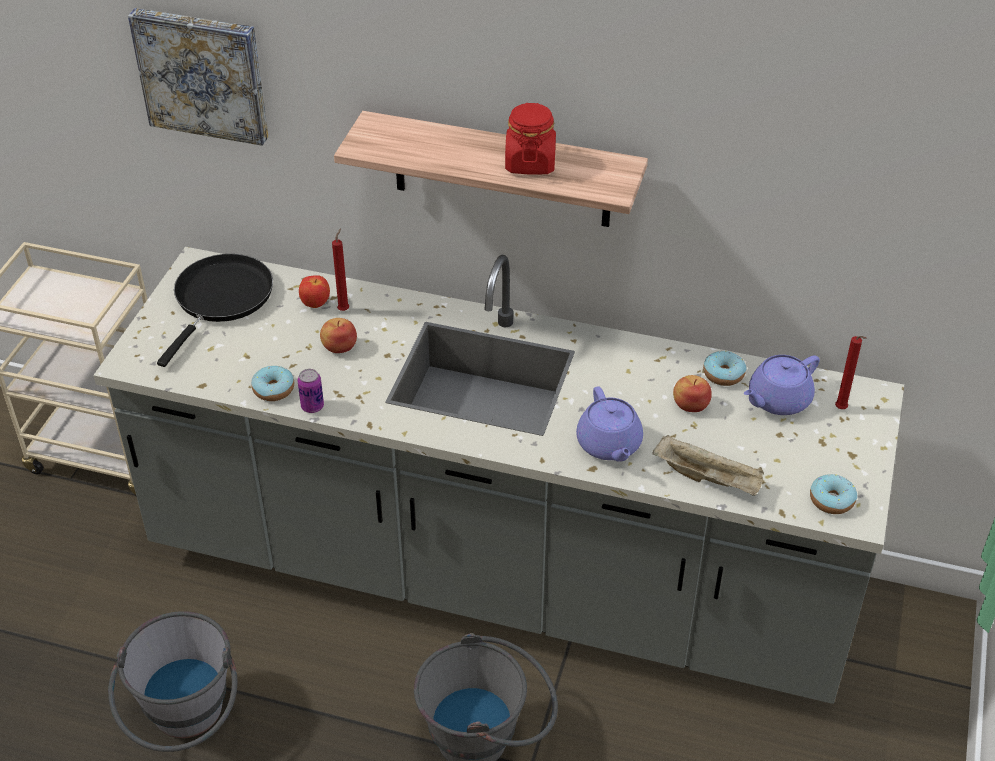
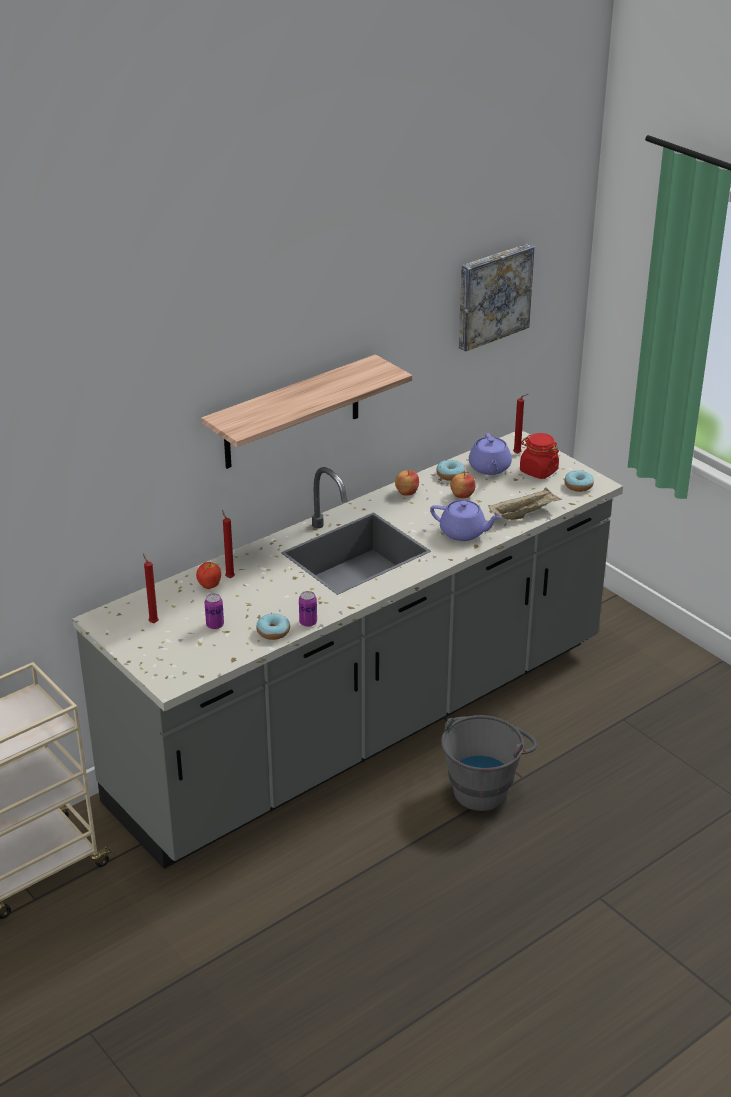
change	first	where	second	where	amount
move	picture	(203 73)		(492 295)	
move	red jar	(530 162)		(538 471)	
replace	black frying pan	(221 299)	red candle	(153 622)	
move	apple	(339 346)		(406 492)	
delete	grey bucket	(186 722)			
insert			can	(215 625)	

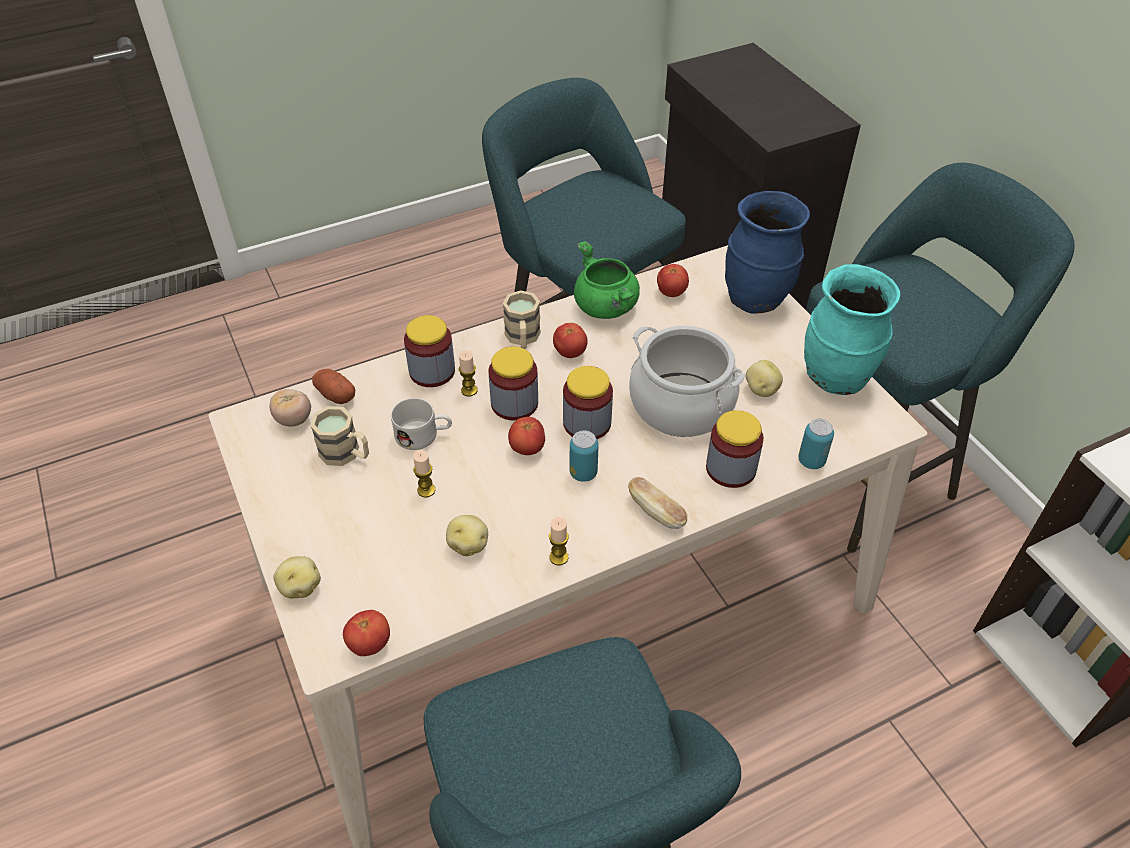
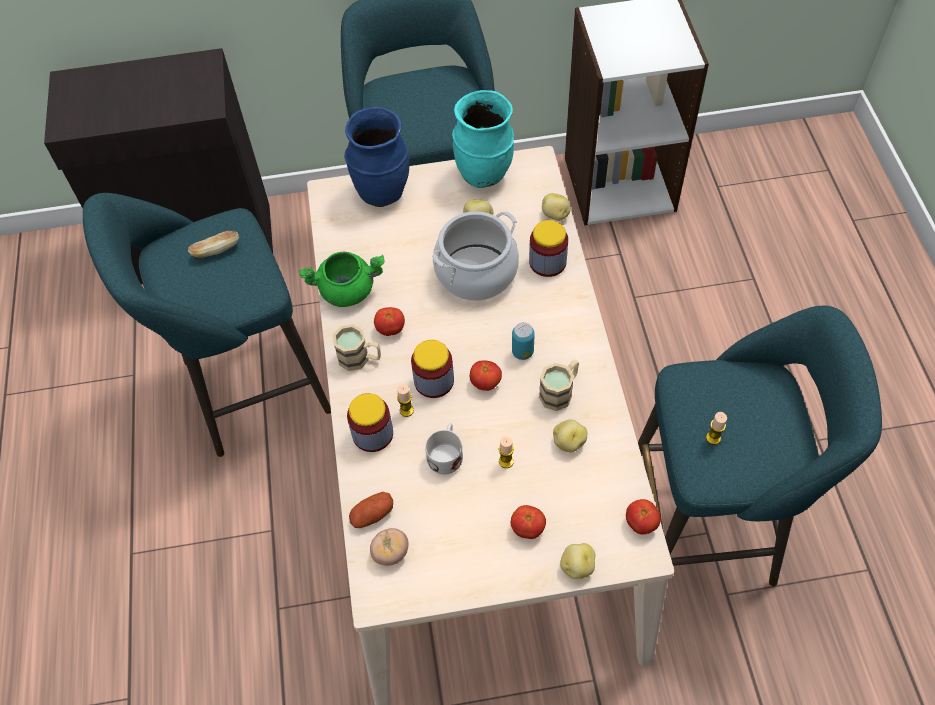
change	first	where	second	where	amount
move	tomato	(671 292)		(528 528)	
delete	jar	(587 423)			
move	beige mug	(346 454)		(560 391)	
replace	can	(811 461)	potato	(555 215)	
move	bread	(656 512)		(216 250)	
move	candle	(558 557)		(713 438)	

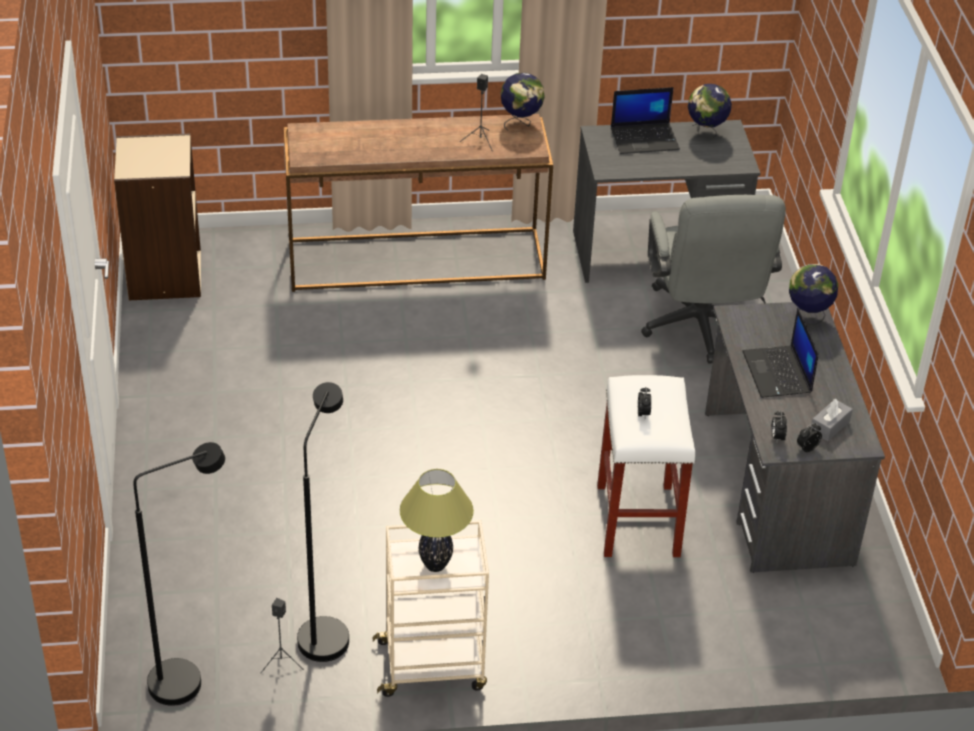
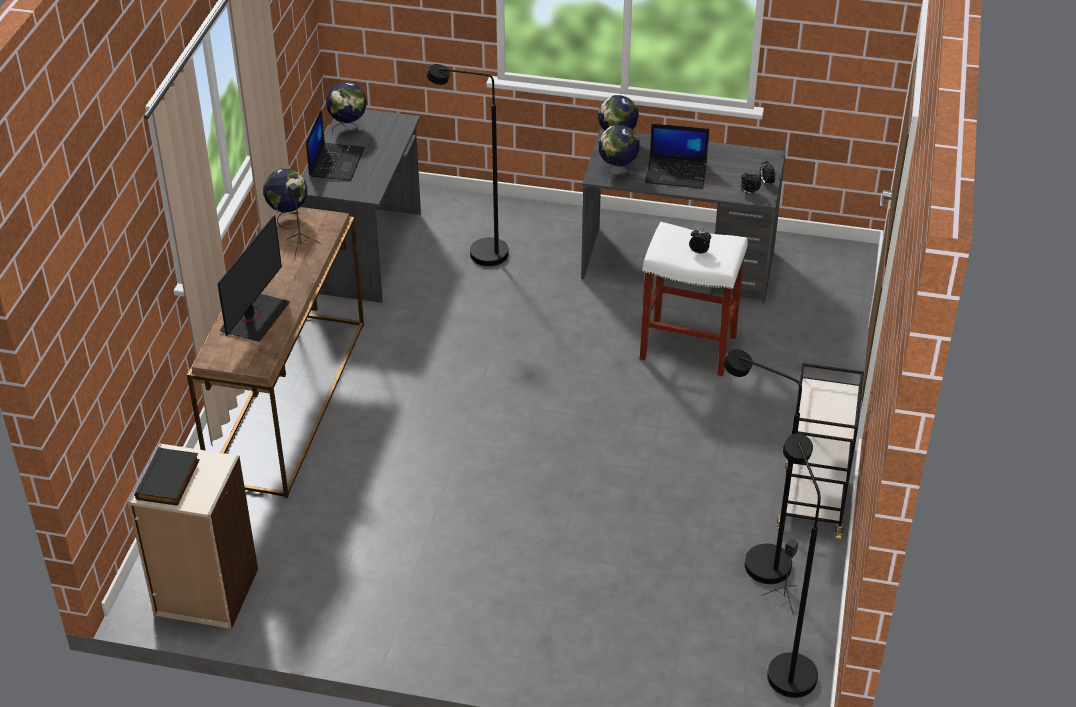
change	first	where	second	where	amount
replace	grey office chair	(701 329)	black floor lamp	(477 253)	
delete	grey tissue box	(830 426)			
delete	table lamp	(435 565)			
recolor	beige cart	(433 665)	black cart	(812 502)	
insert			globe	(618 172)	
insert			monitor	(254 317)	
insert			black book	(169 480)	

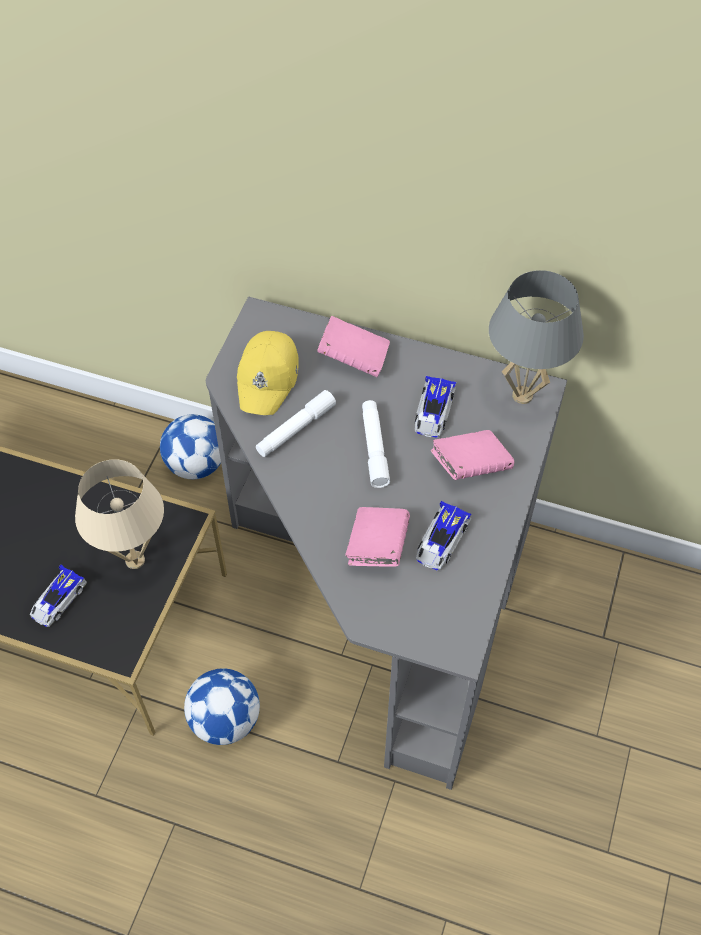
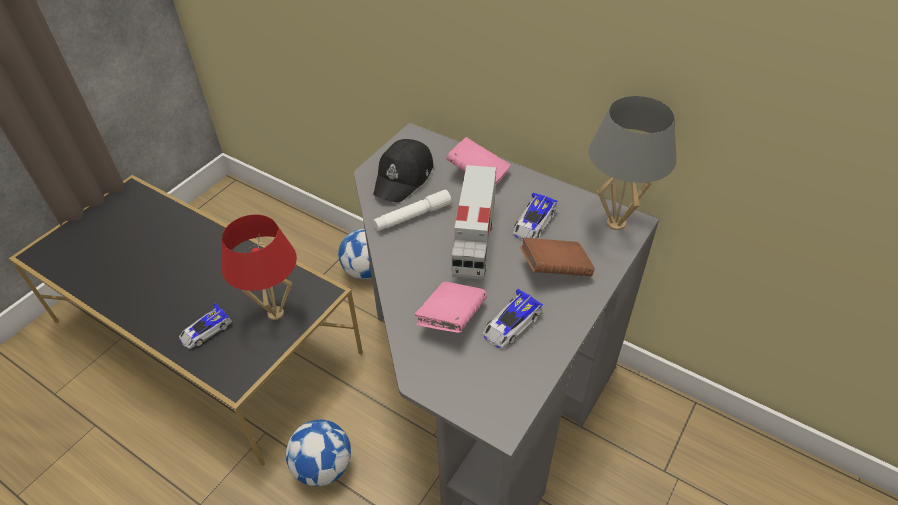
change	first	where	second	where	amount
recolor	yellow cap	(268 378)	black cap	(404 177)	
replace	white flashlight	(374 448)	toy truck	(474 241)	
recolor	pink book	(470 465)	brown book	(555 269)	
recolor	beige table lamp	(135 560)	red table lamp	(276 313)	

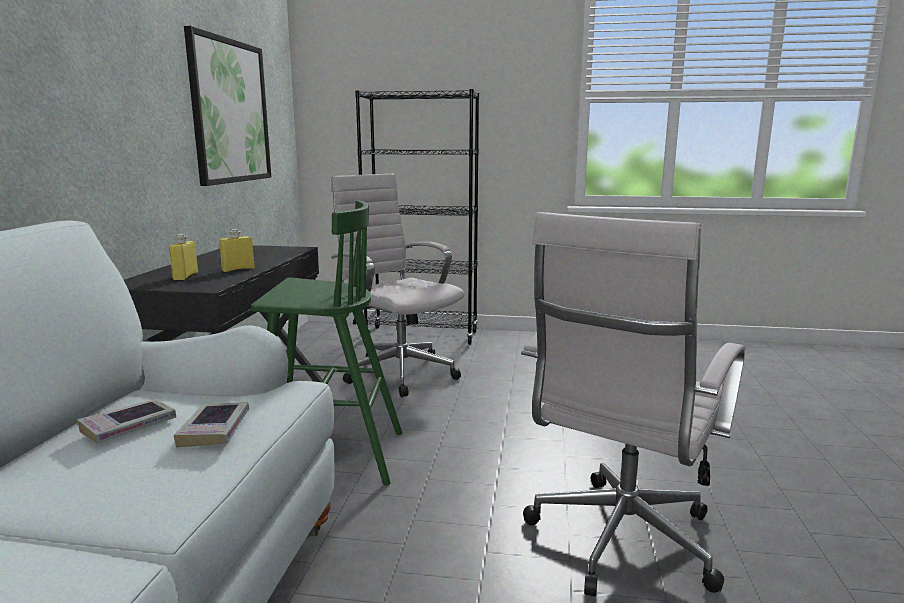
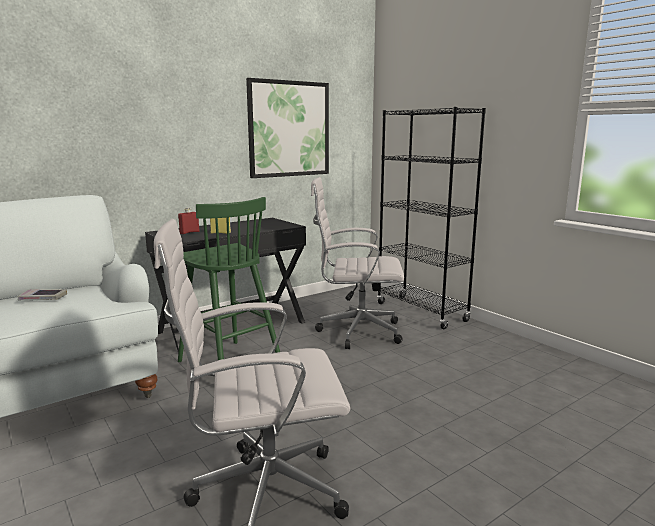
change	first	where	second	where	amount
rotate	white office chair	(398 372)		(356 332)	90 degrees counterclockwise
recolor	yellow bottle	(185 276)	red bottle	(189 232)	
delete	book	(214 429)			

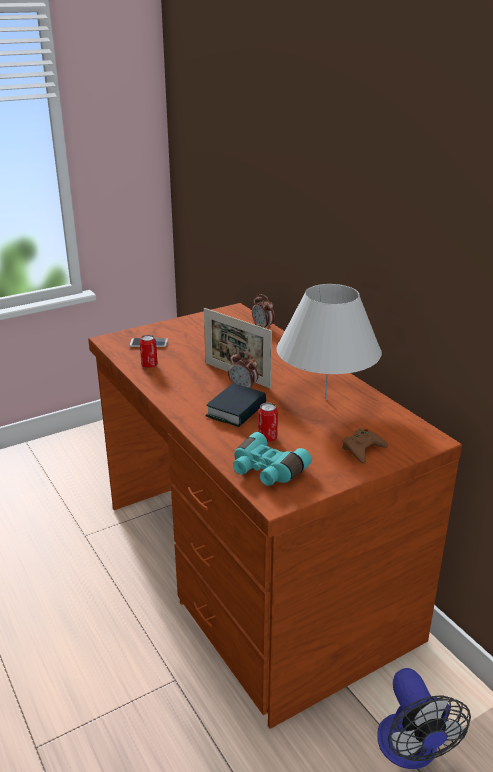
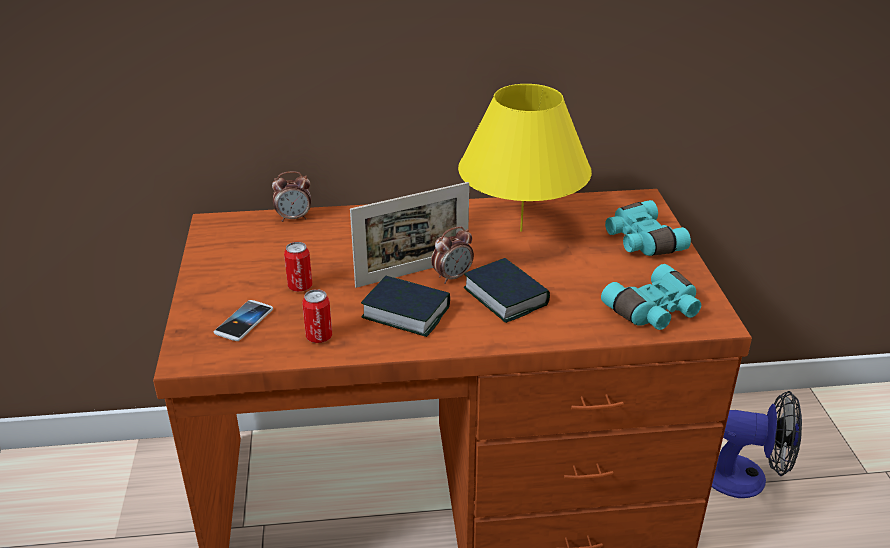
change	first	where	second	where	amount
recolor	white table lamp	(325 399)	yellow table lamp	(521 230)	
move	can	(267 438)		(300 286)	
replace	brown game controller	(362 449)	turquoise binoculars	(641 241)	
insert			book	(406 312)	

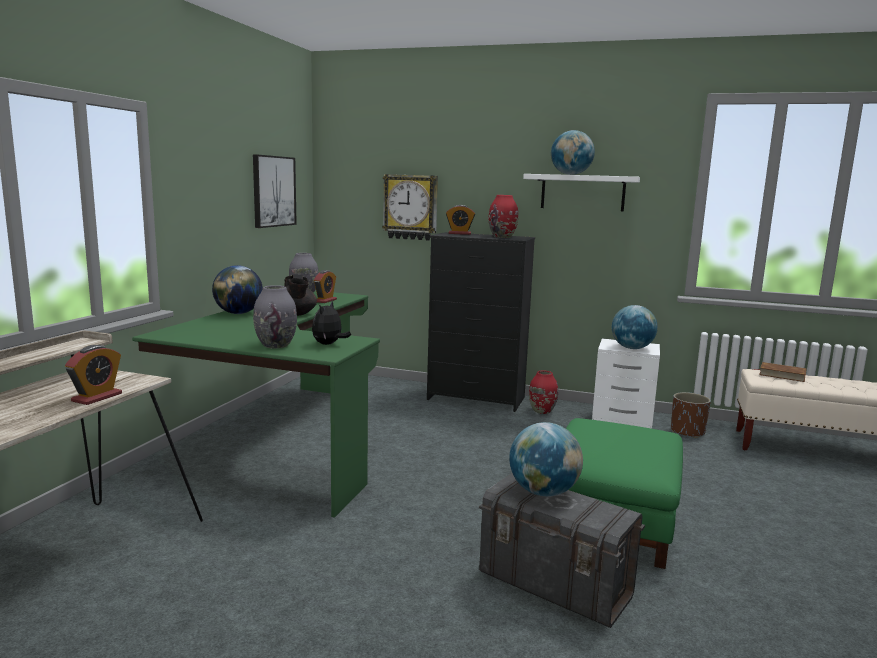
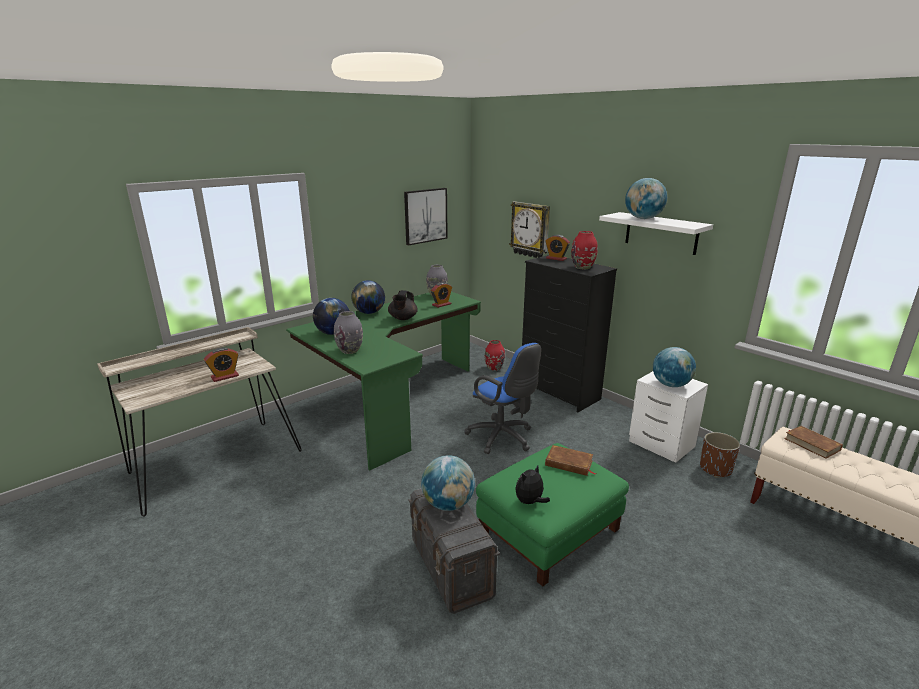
change	first	where	second	where	amount
move	plush toy	(329 344)		(530 502)	
move	red vase	(541 411)		(494 368)	
insert			globe	(333 333)	
insert			blue office chair	(503 438)	
insert			brown book	(569 463)	

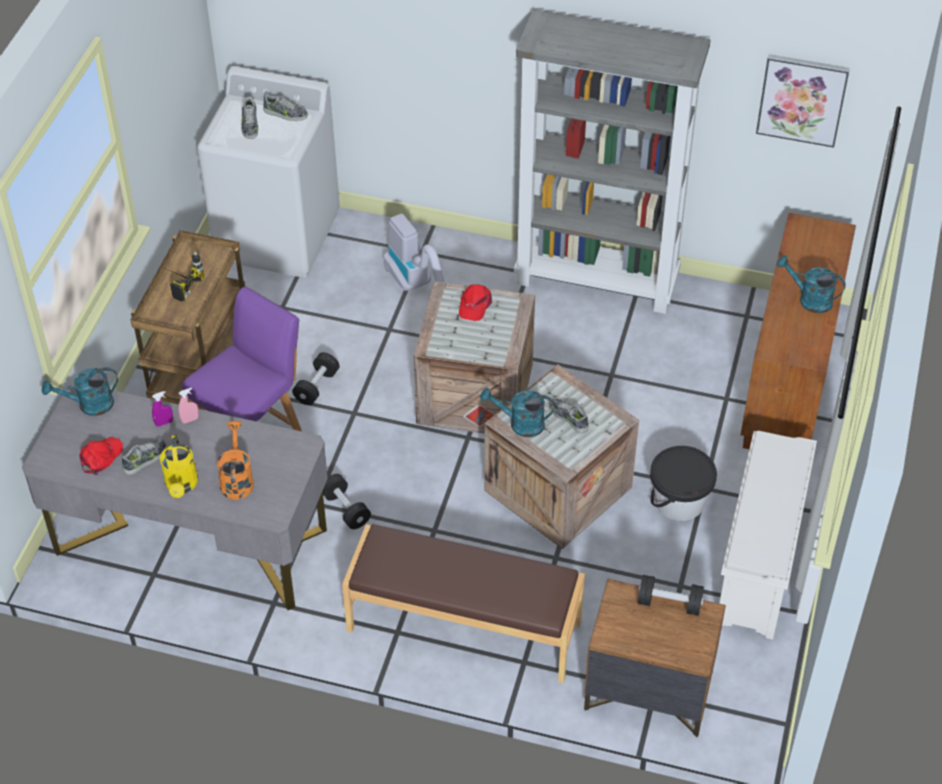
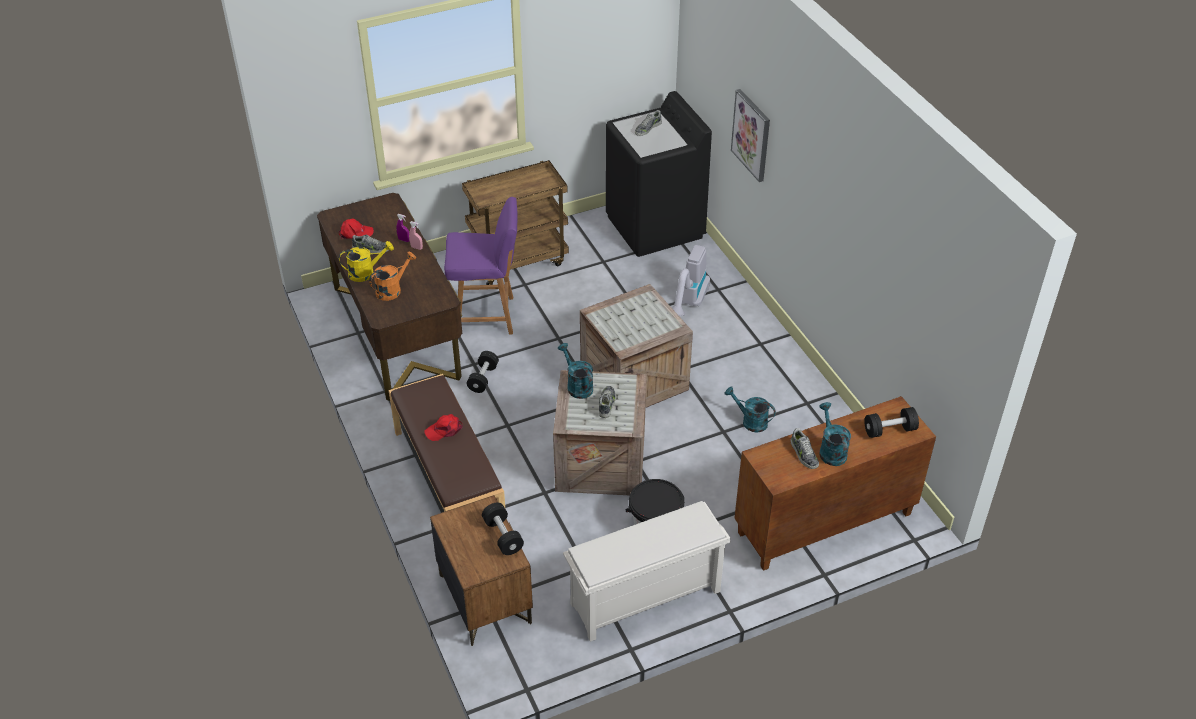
change	first	where	second	where	amount
delete	grey bookcase	(598 281)			
move	picture	(802 99)		(751 135)	
recolor	white washing machine	(278 236)	black washing machine	(655 227)	
move	shoe	(285 114)		(803 454)	
delete	power drill	(178 283)			
move	red cap	(474 305)		(444 430)	
move	black dumbbell	(316 386)		(889 430)	
move	turquoise watering can	(89 405)		(750 421)	
recolor	grey desk	(191 540)	brown desk	(396 331)	
rotate	yellow watering can	(182 486)		(366 273)	150 degrees counterclockwise

